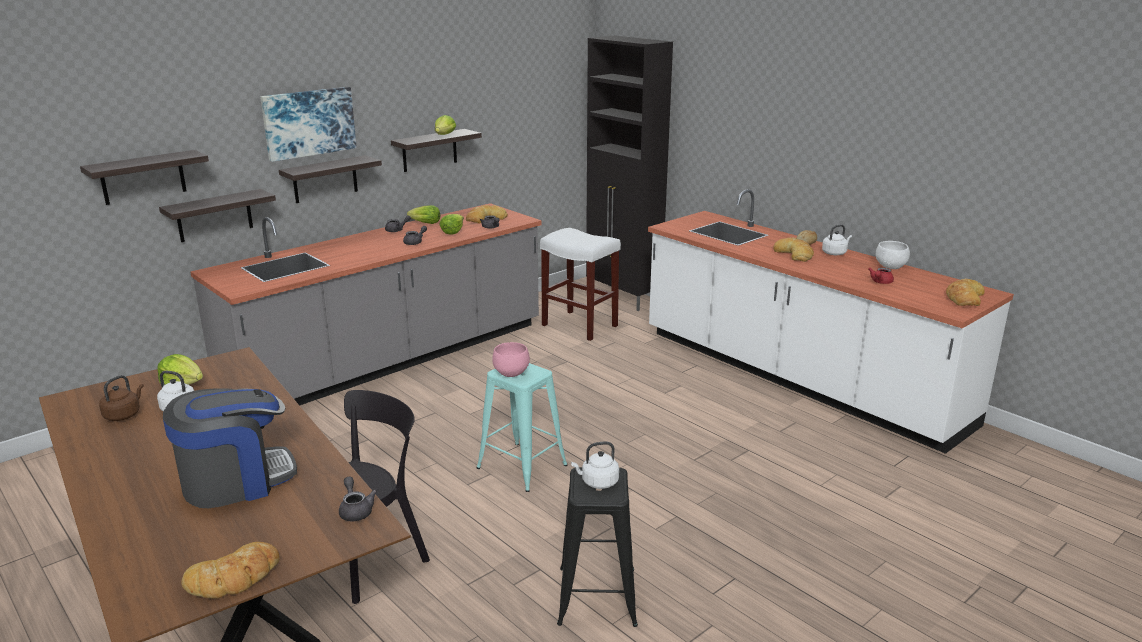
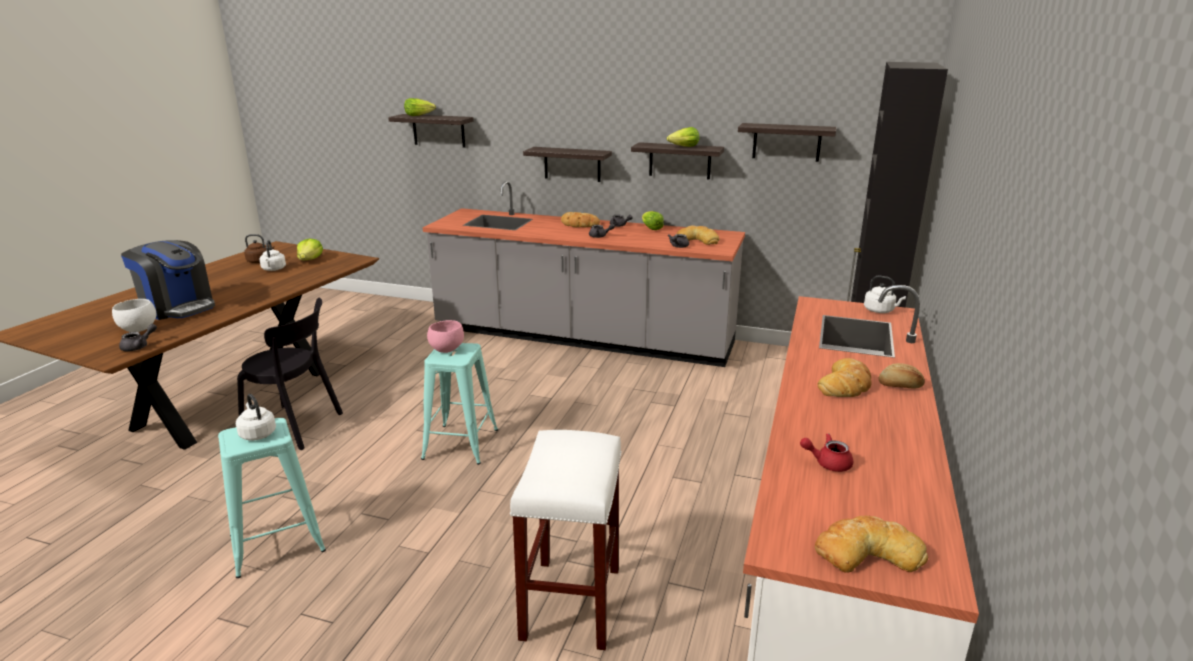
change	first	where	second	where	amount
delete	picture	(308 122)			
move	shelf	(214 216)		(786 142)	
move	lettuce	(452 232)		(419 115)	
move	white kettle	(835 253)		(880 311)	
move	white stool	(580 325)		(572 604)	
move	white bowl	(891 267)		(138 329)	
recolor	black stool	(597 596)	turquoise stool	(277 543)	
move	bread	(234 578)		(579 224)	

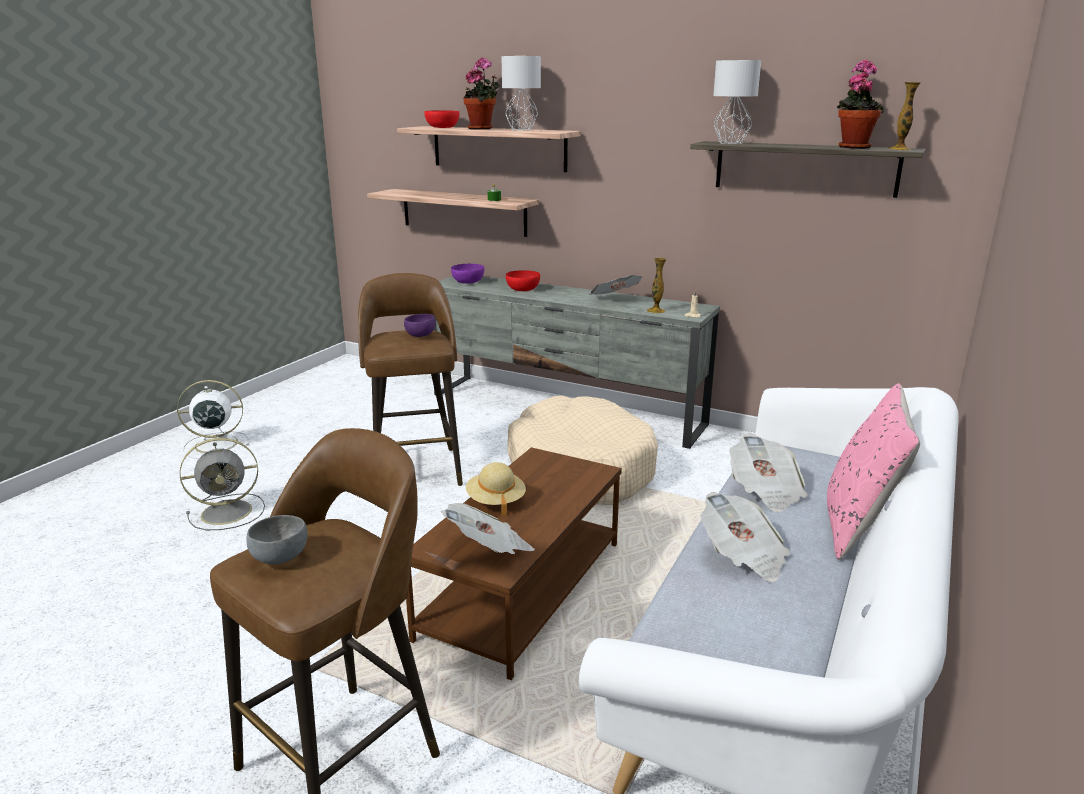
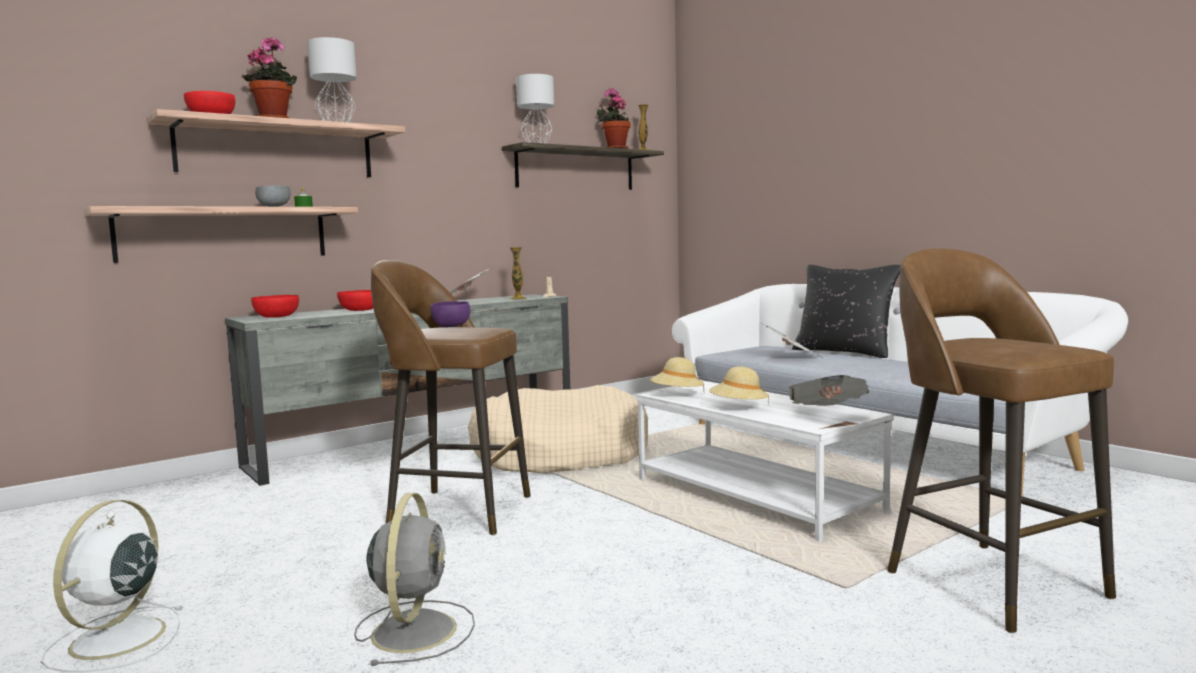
change	first	where	second	where	amount
recolor	purple bowl	(468 282)	red bowl	(277 316)	
recolor	pink pillow	(859 524)	black pillow	(844 352)	
recolor	brown coffee table	(523 590)	white coffee table	(756 495)	
delete	newspaper	(743 557)			
move	grey bowl	(280 558)		(274 207)	
insert			beige hat	(676 395)	

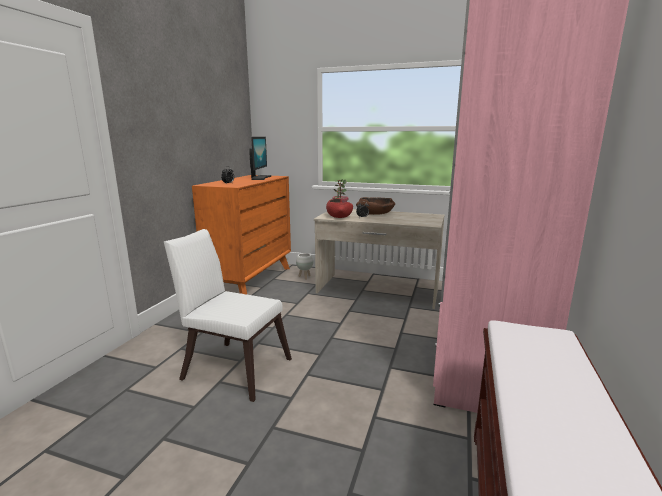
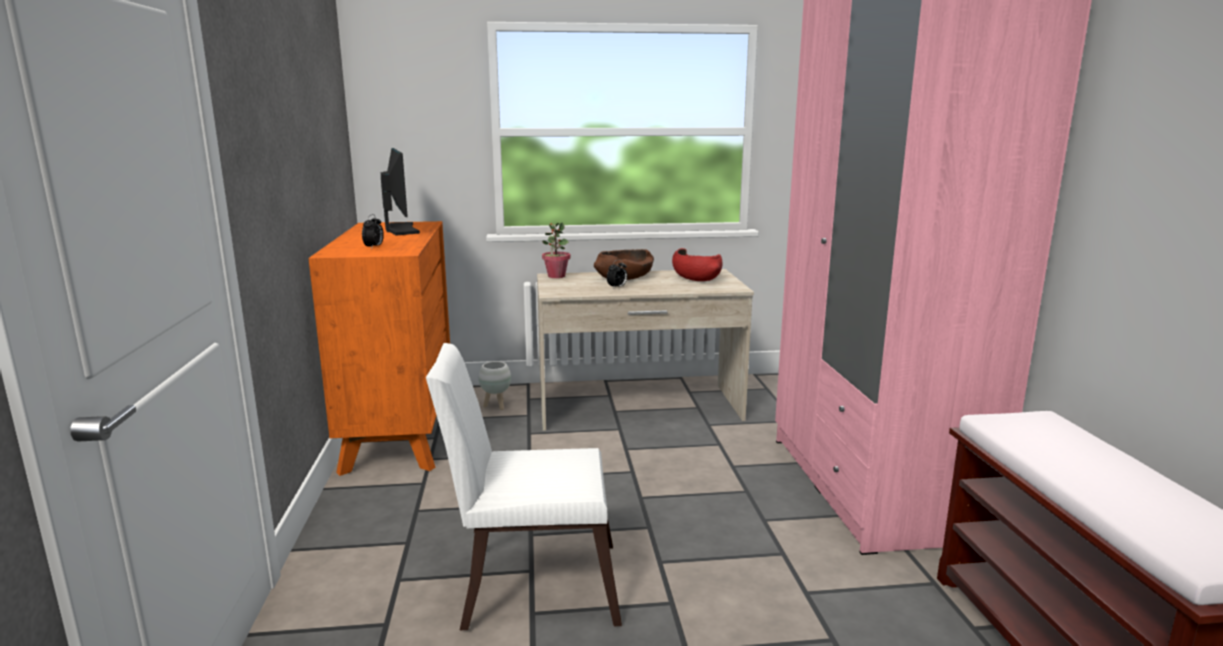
change	first	where	second	where	amount
move	red bowl	(339 216)		(696 278)	

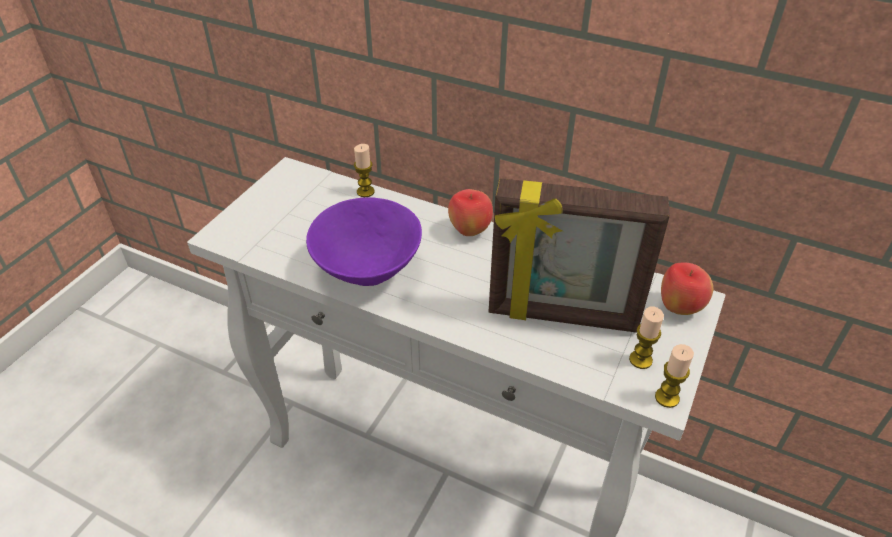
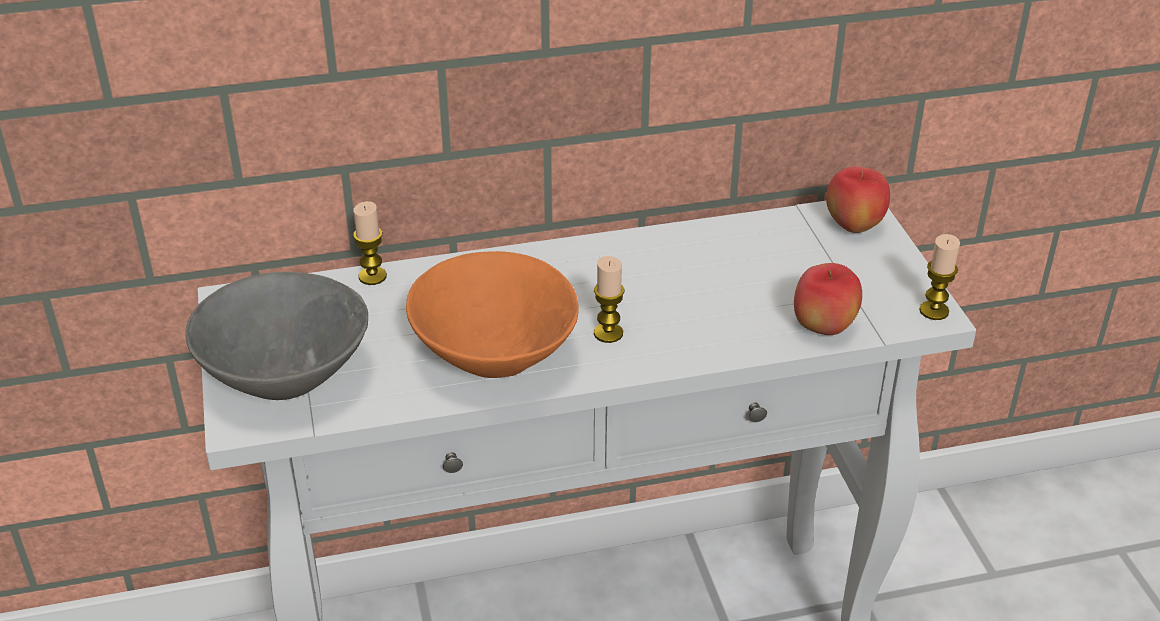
change	first	where	second	where	amount
delete	picture frame	(562 317)			
move	apple	(470 231)		(823 328)	
recolor	purple bowl	(367 271)	orange bowl	(496 359)	
move	candle	(640 360)		(608 333)	
insert			grey bowl	(288 379)	

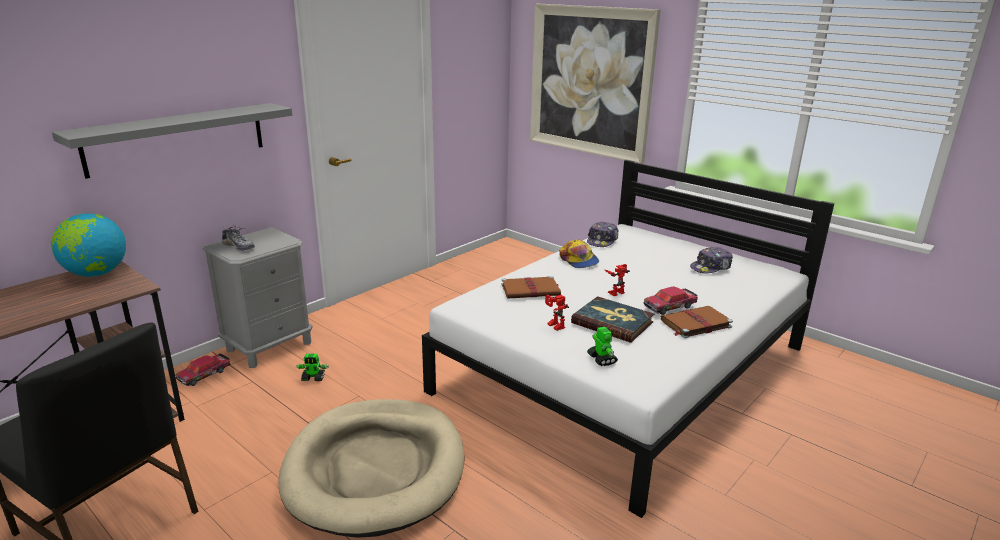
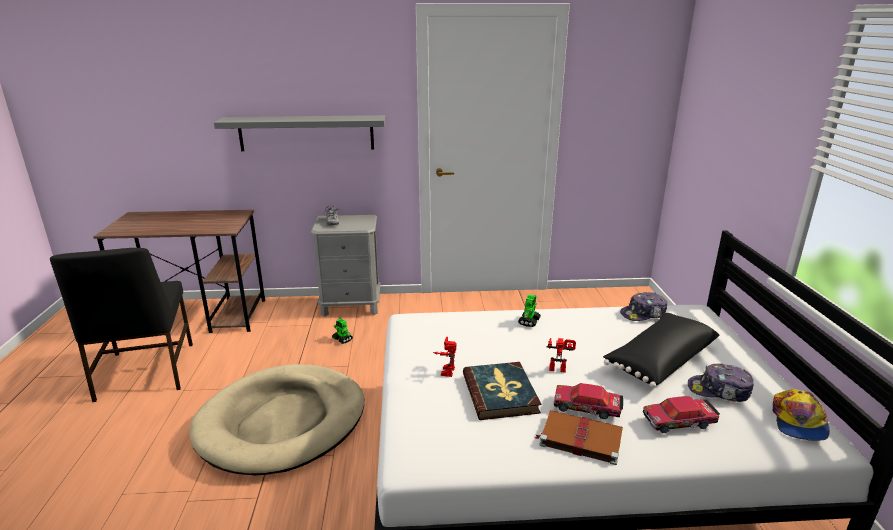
change	first	where	second	where	amount
delete	picture	(590 81)			
delete	globe	(96 273)			
move	cap	(579 260)		(798 422)	
delete	brown book	(531 290)			
move	toy robot	(601 359)		(529 321)	
move	toy car	(204 374)		(679 421)	
insert			black pillow	(659 360)	

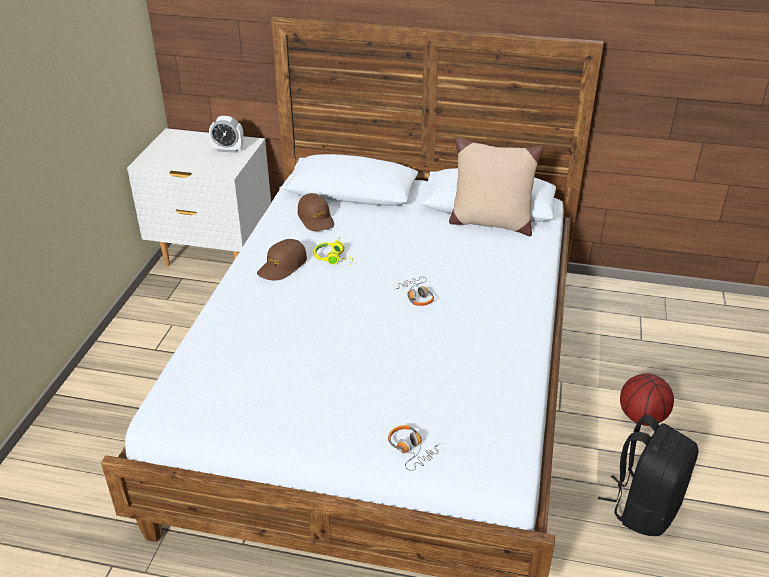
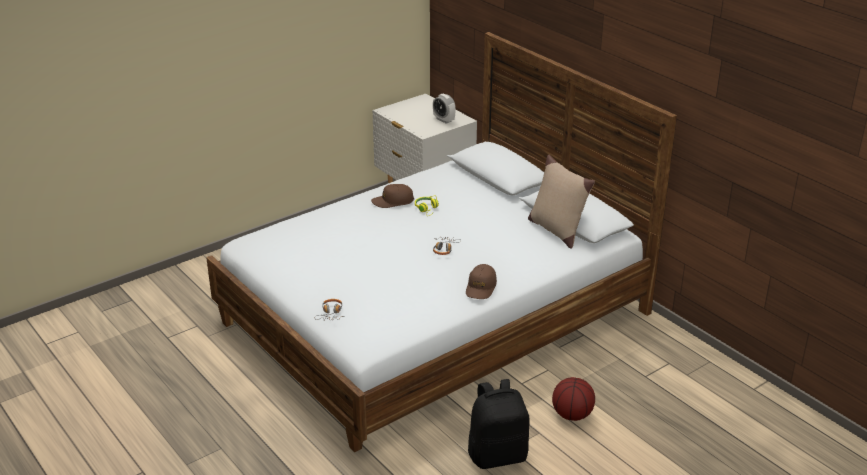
change	first	where	second	where	amount
move	brown cap	(316 219)		(481 287)	

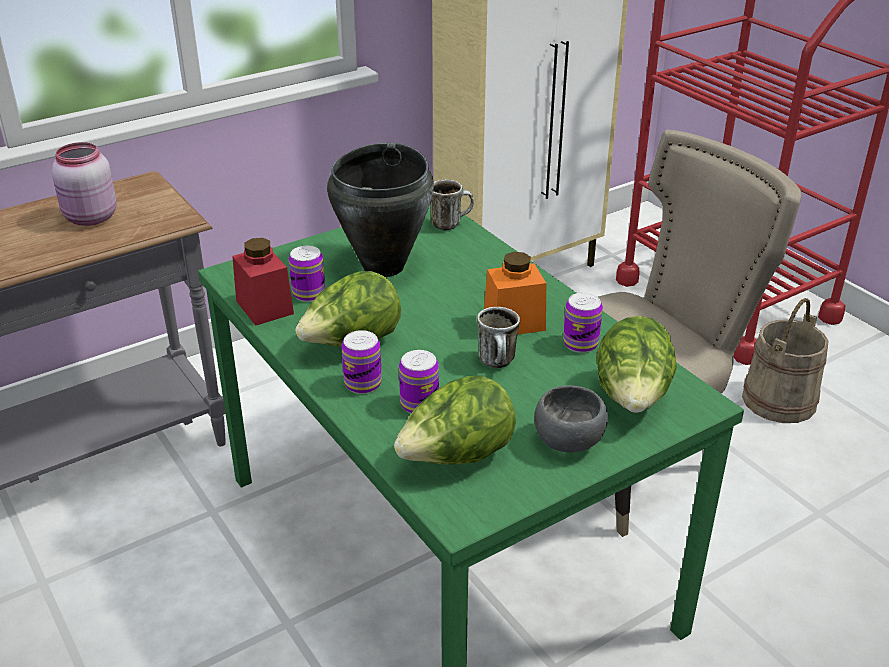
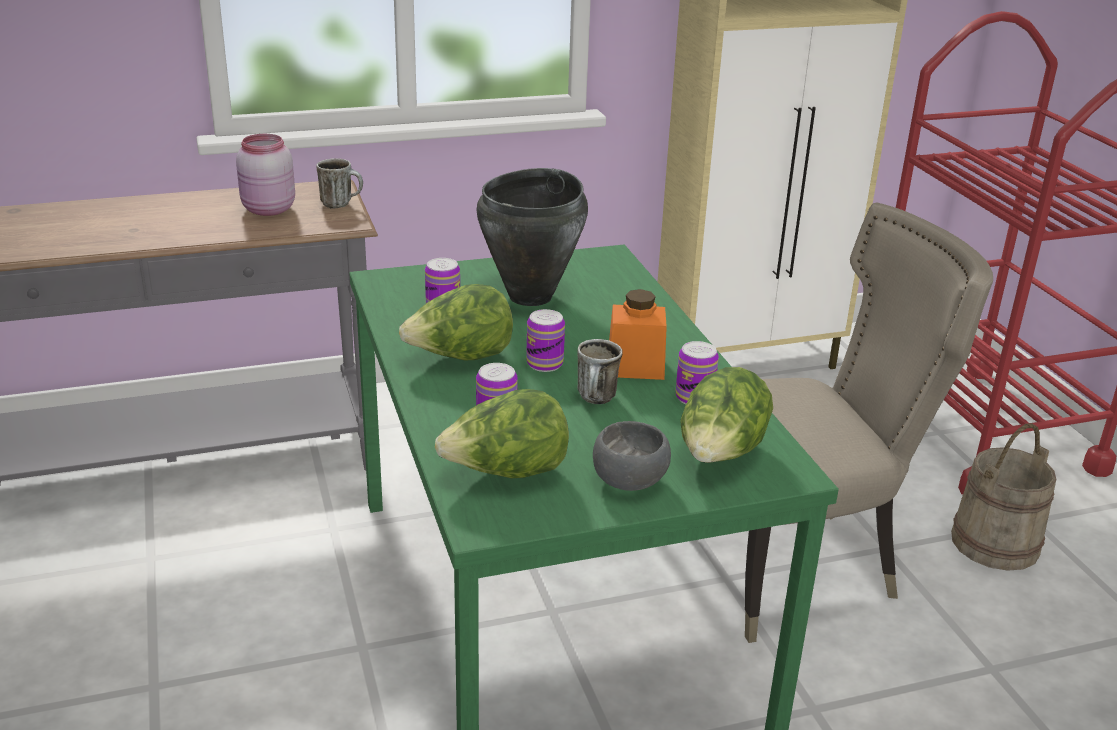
change	first	where	second	where	amount
move	mug	(450 223)		(342 204)	
delete	red jar	(264 307)			
move	can	(363 384)		(544 364)	

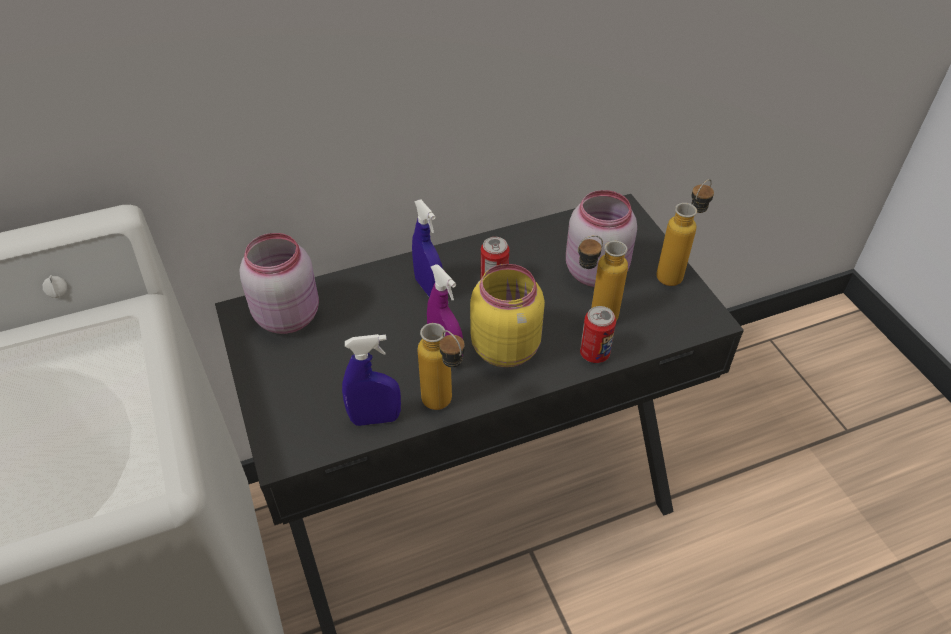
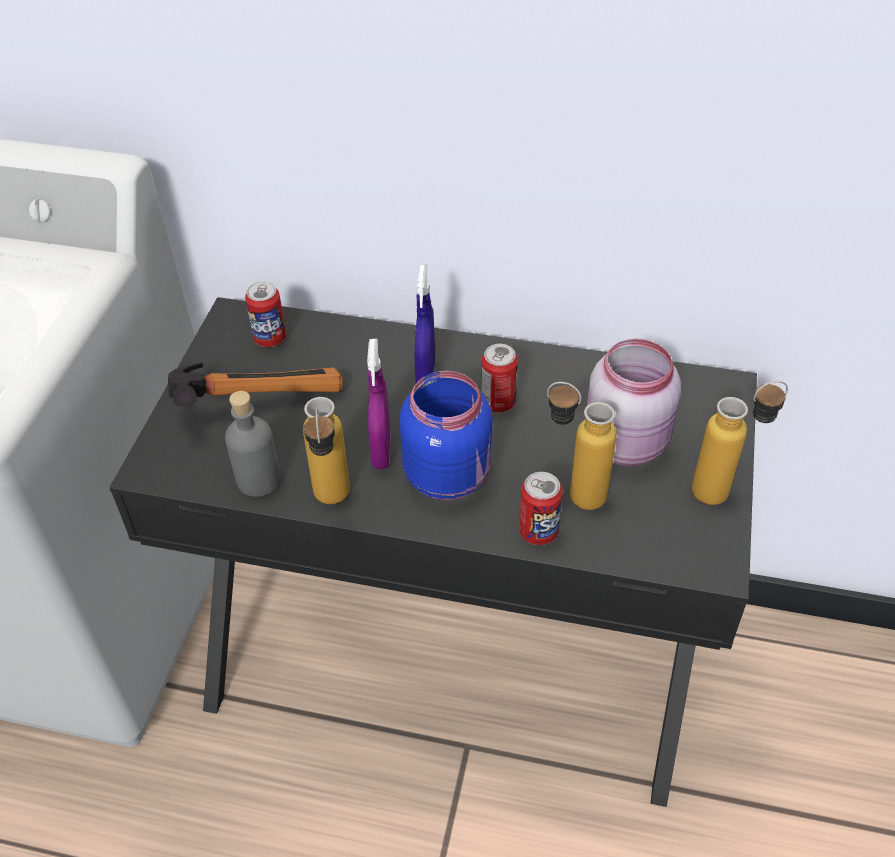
change	first	where	second	where	amount
replace	pink jar	(288 314)	can	(270 338)	
recolor	yellow jar	(505 346)	blue jar	(449 474)	
replace	blue spray bottle	(375 419)	grey bottle	(258 480)	
insert			hammer	(258 398)	

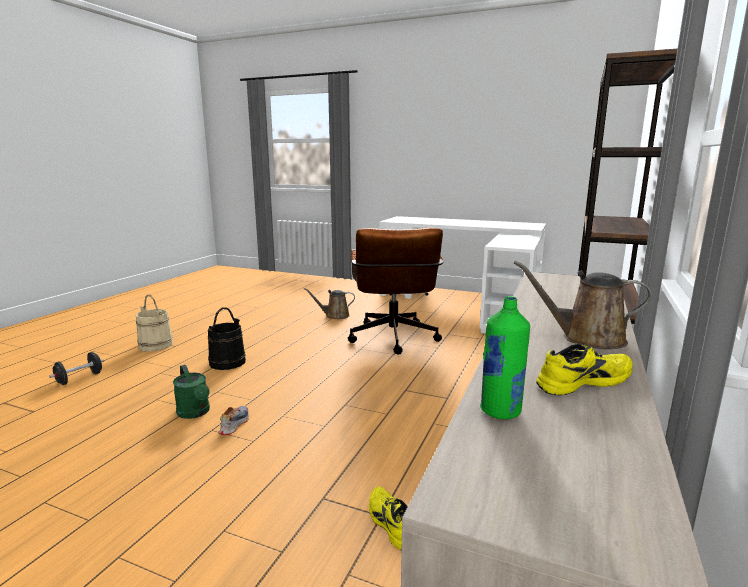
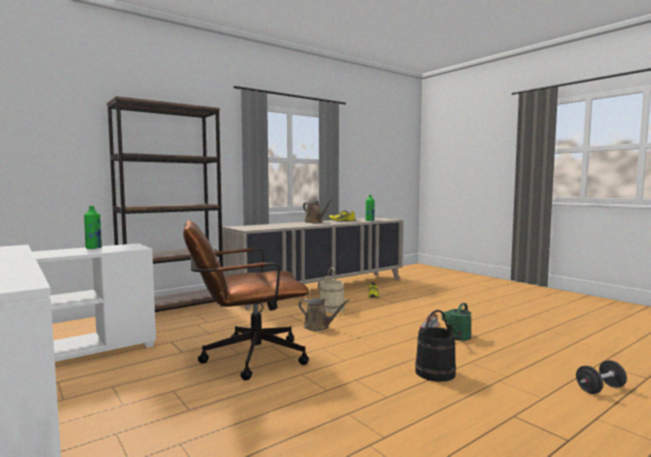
change	first	where	second	where	amount
rotate	brown office chair	(393 340)		(245 358)	135 degrees counterclockwise
move	brown watering can	(335 316)		(318 327)	
move	beige bucket	(155 345)		(332 308)	
rotate	green watering can	(195 413)		(457 338)	135 degrees counterclockwise
insert			green bottle	(93 248)	

